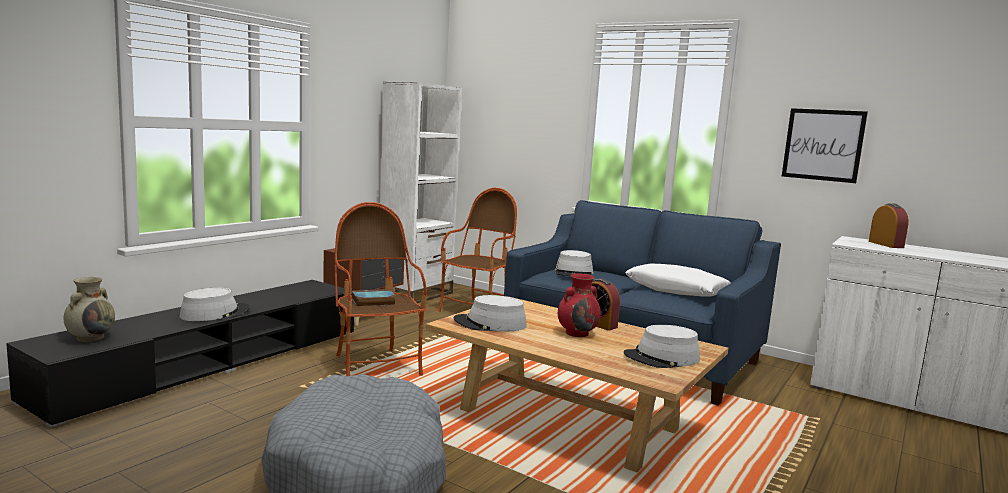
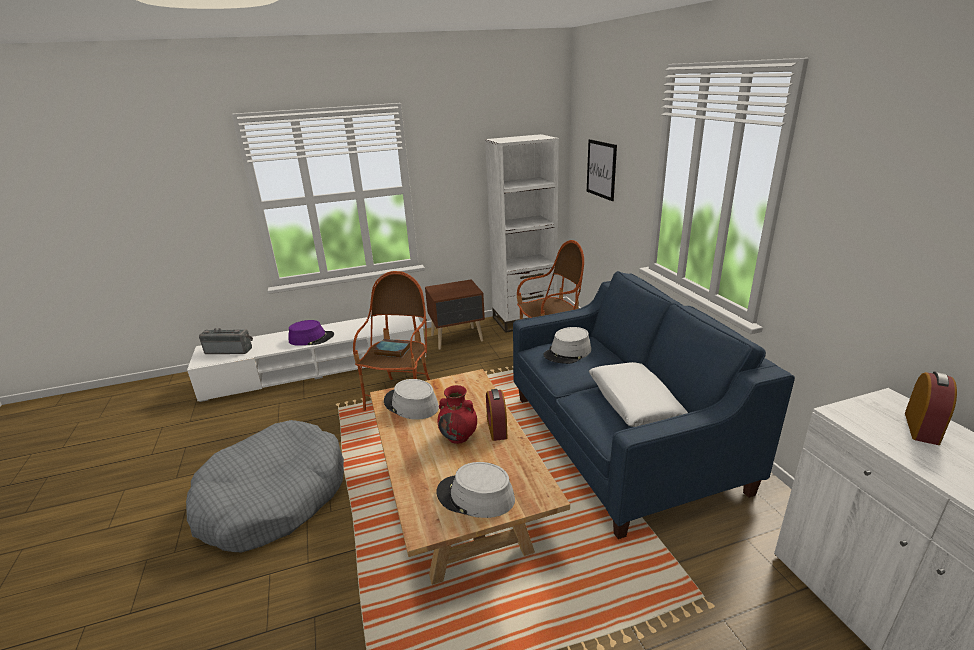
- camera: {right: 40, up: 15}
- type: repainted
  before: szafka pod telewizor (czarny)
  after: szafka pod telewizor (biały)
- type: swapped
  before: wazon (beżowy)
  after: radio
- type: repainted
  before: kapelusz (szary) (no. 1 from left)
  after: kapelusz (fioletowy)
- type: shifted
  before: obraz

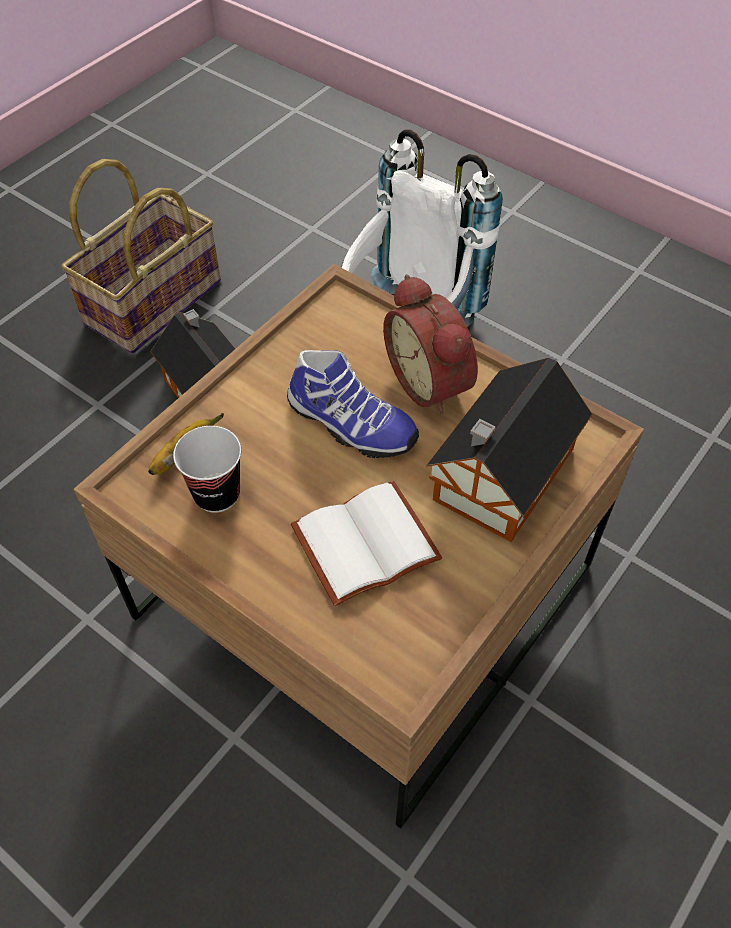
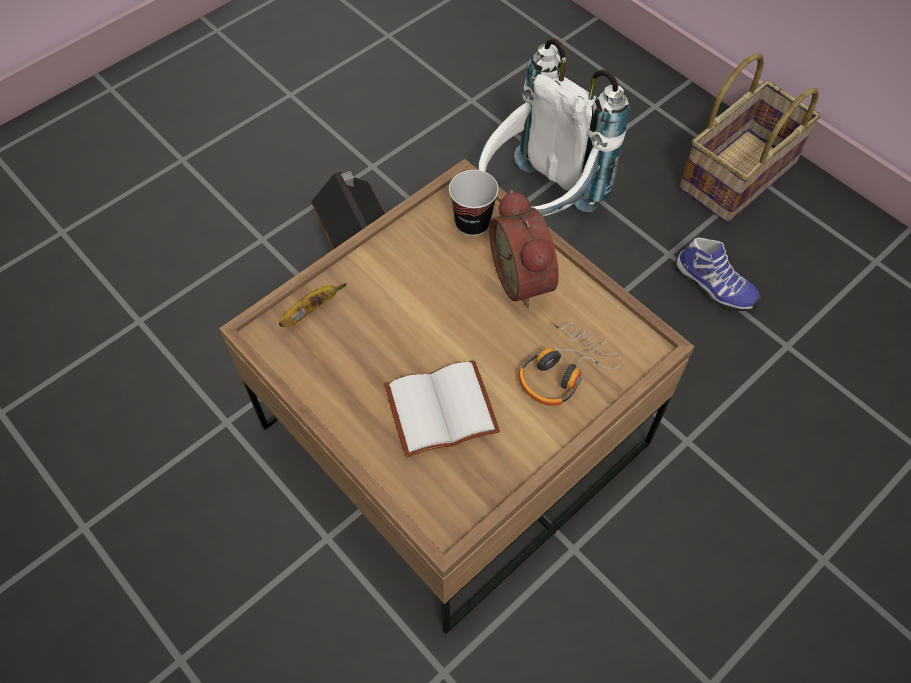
- camera: {right: 10, up: 5}
- type: shifted
  before: koszyk
- type: shifted
  before: filiżanka
- type: shifted
  before: but
- type: swapped
  before: domek (no. 2 from left)
  after: słuchawki

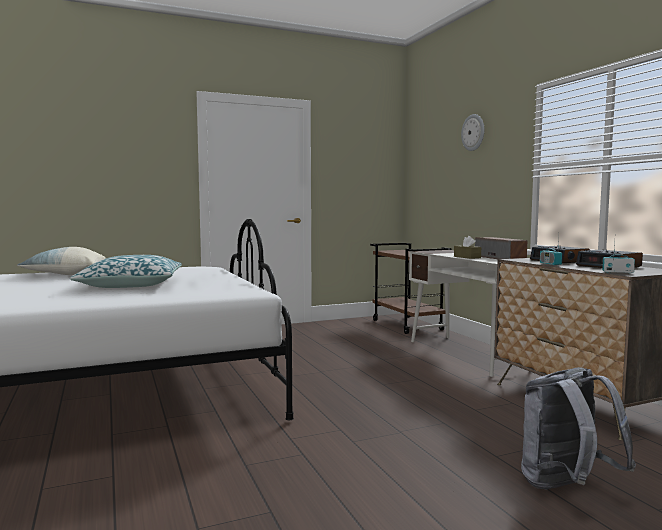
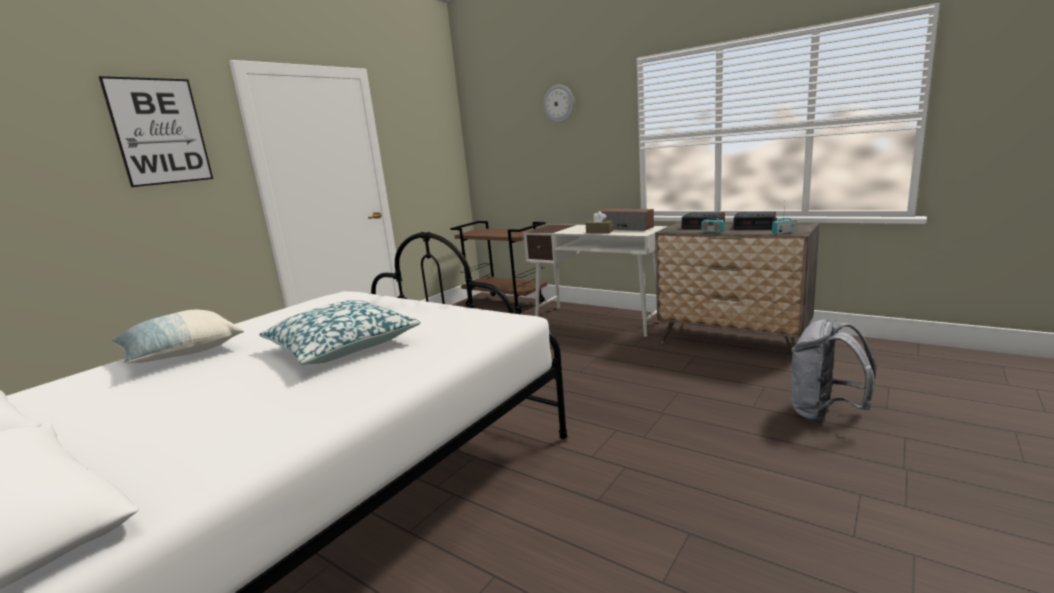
- camera: {right: -30, up: 10}
- type: new
  after: obraz

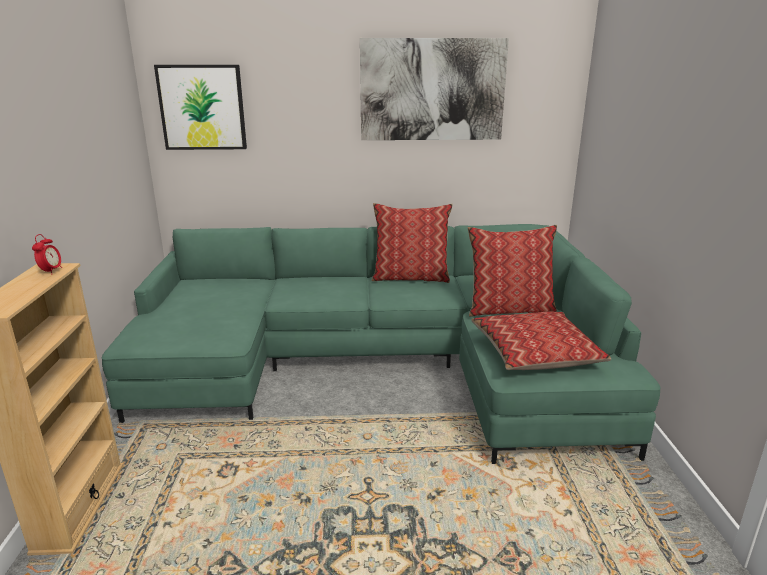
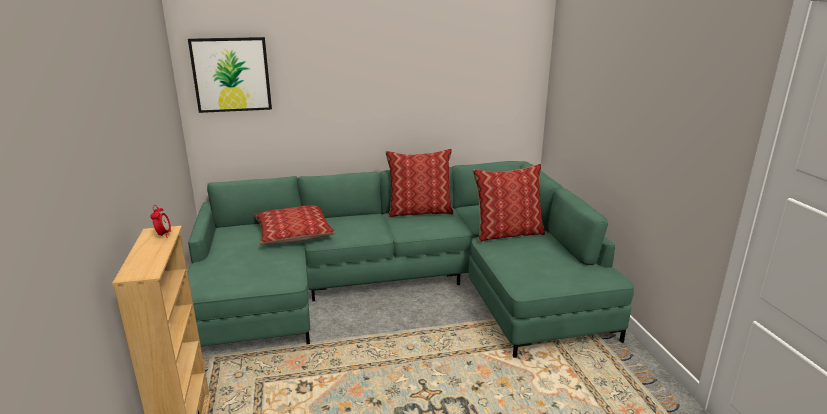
- camera: {right: -10, up: 0}
- type: gone
  before: obraz (no. 2 from left)
- type: shifted
  before: poduszka (no. 3 from left in the first image)
  after: poduszka (no. 1 from left)

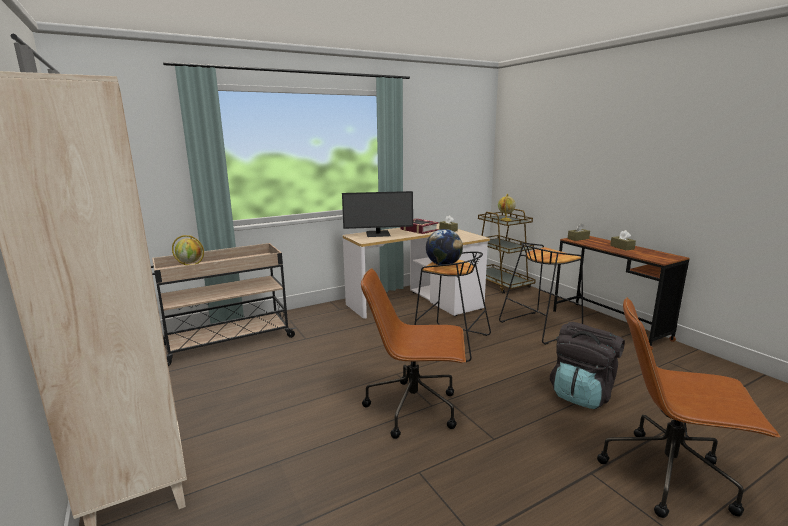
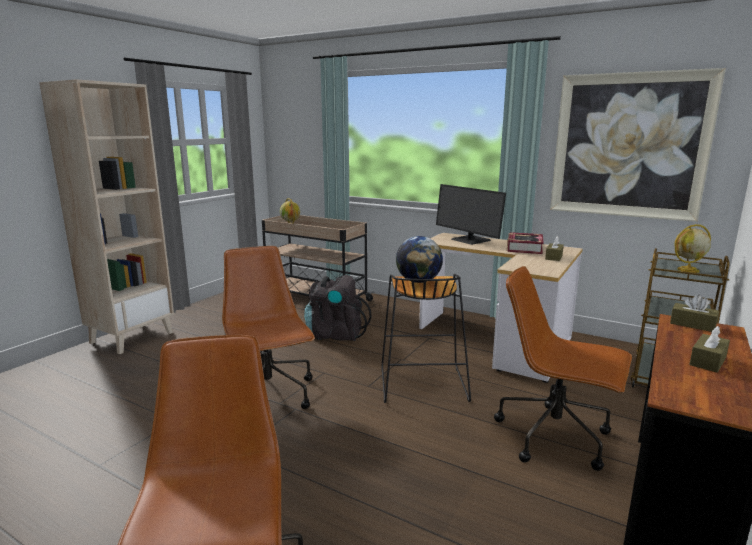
- camera: {right: 60, up: 0}
- type: swapped
  before: stołek (czarny) (no. 2 from left)
  after: krzesło biurowe (brązowy) (no. 3 from left)
- type: shifted
  before: plecak (czarny)
- type: new
  after: obraz

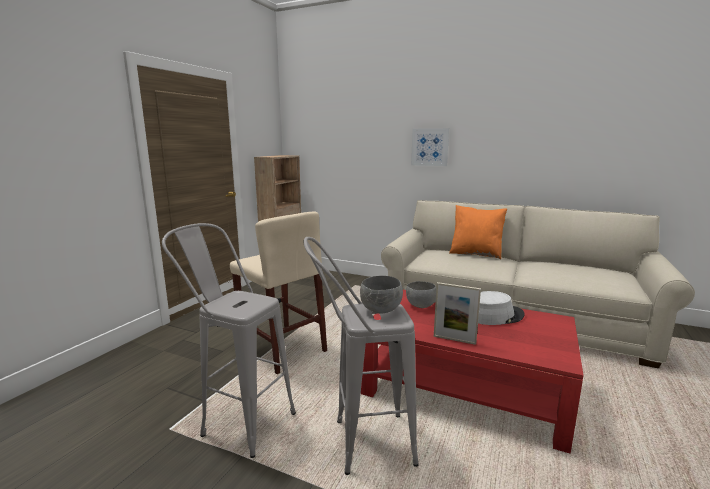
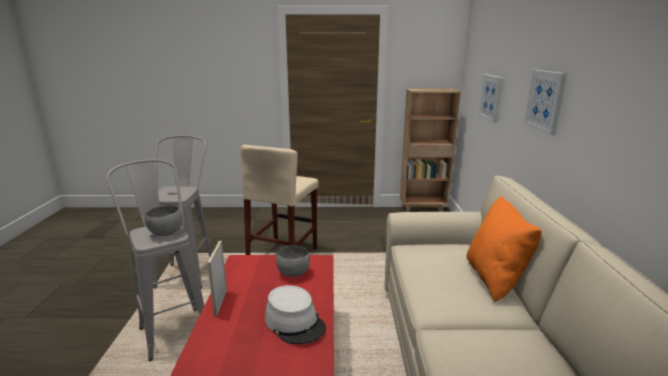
- camera: {right: 65, up: 5}
- type: new
  after: obraz (no. 1 from left)

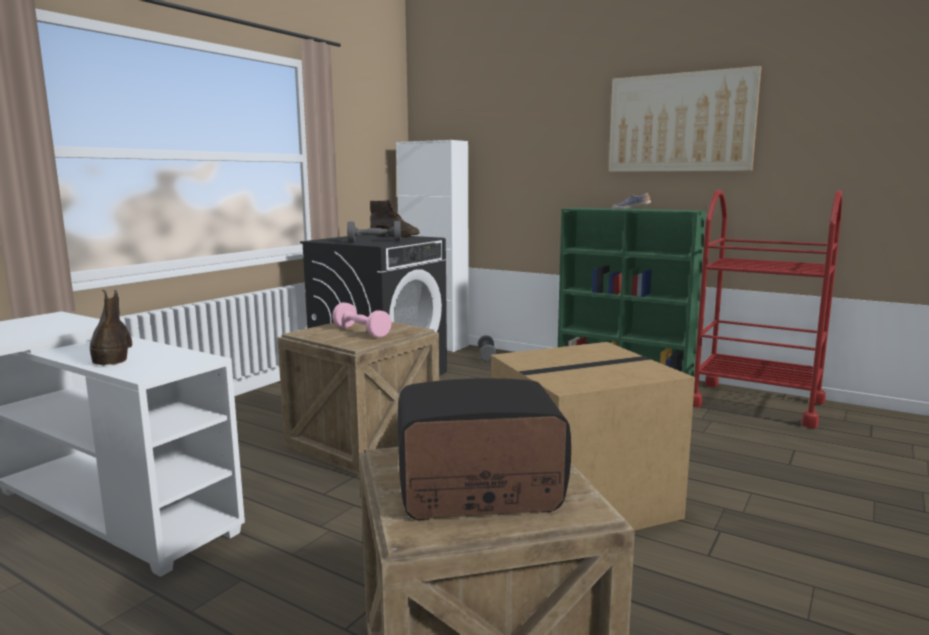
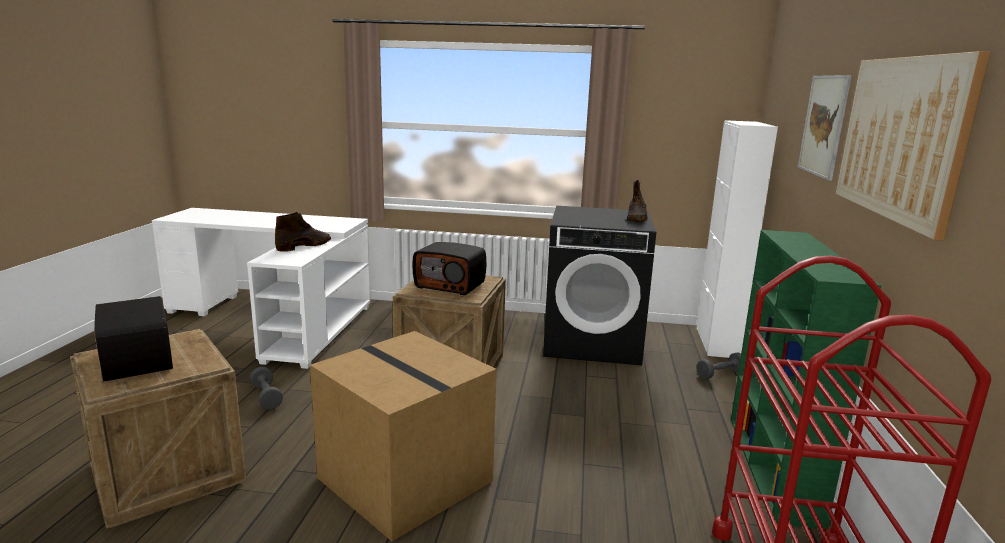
- camera: {right: 65, up: 5}
- type: swapped
  before: hantel (różowy)
  after: radio (no. 2 from left)
- type: shifted
  before: hantel (szary) (no. 1 from left)
- type: gone
  before: but
- type: new
  after: obraz (no. 1 from left)

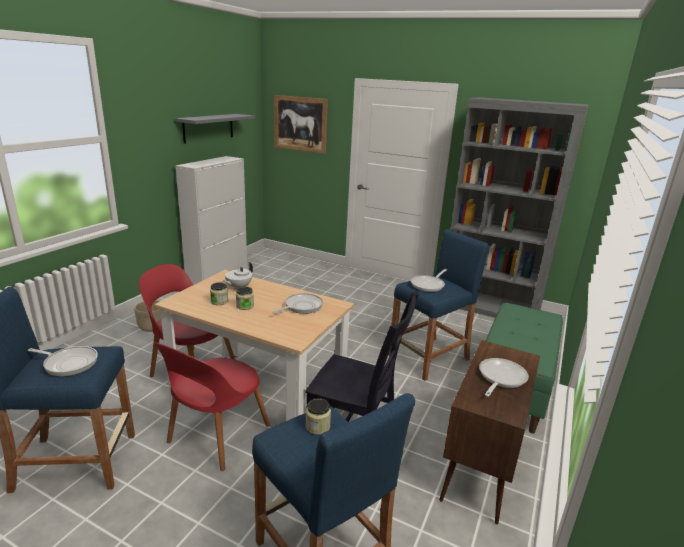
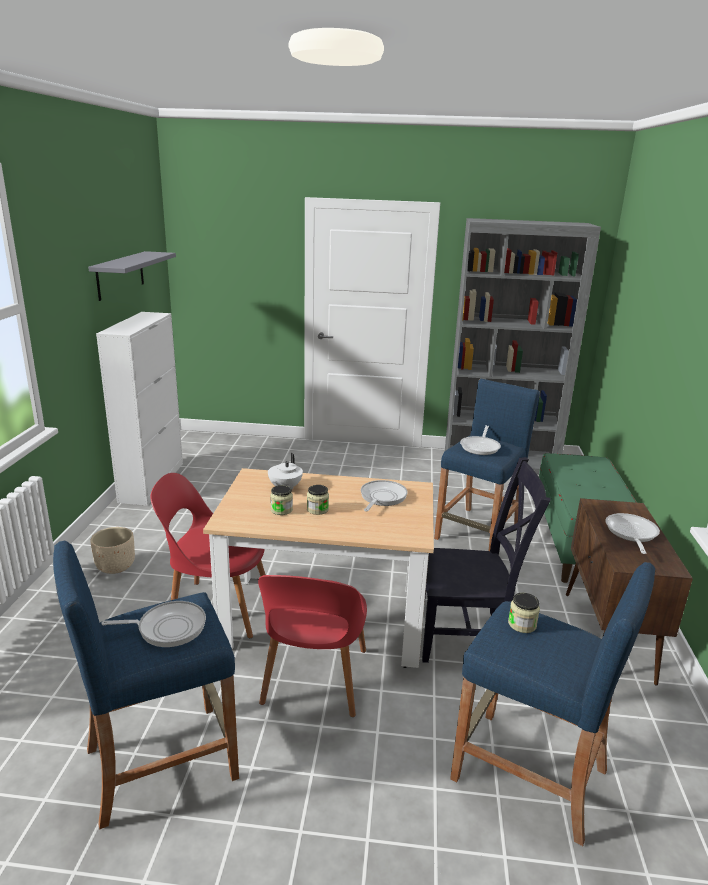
- camera: {right: -20, up: 0}
- type: gone
  before: obraz

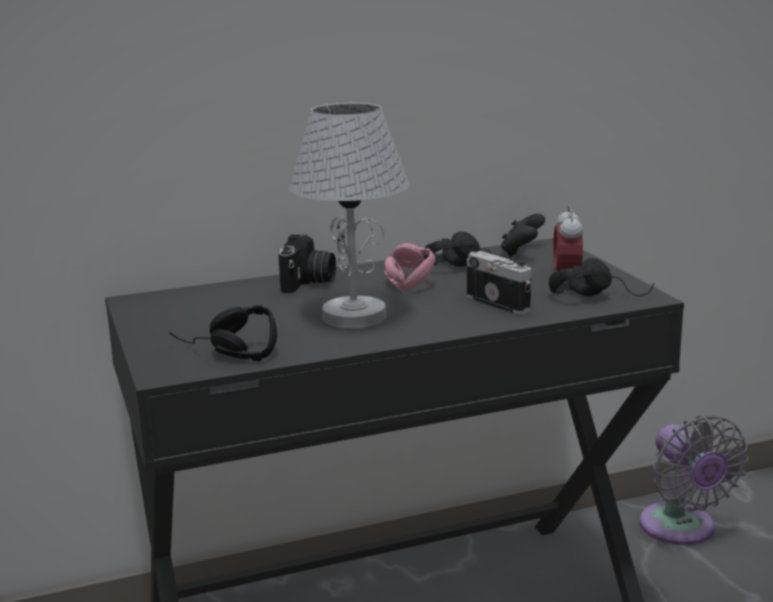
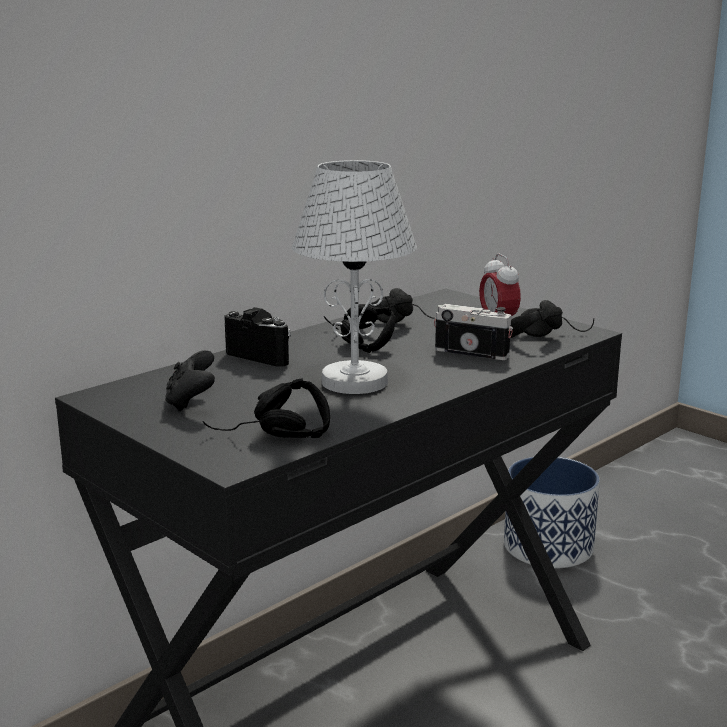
- camera: {right: -25, up: 0}
- type: rotated
  before: aparat fotograficzny (no. 1 from left)
  turn: -45
- type: repainted
  before: słuchawki (różowy)
  after: słuchawki (czarny) (no. 2 from left)
- type: shifted
  before: pad do gier (czarny)
- type: swapped
  before: wentylator (szary)
  after: donica

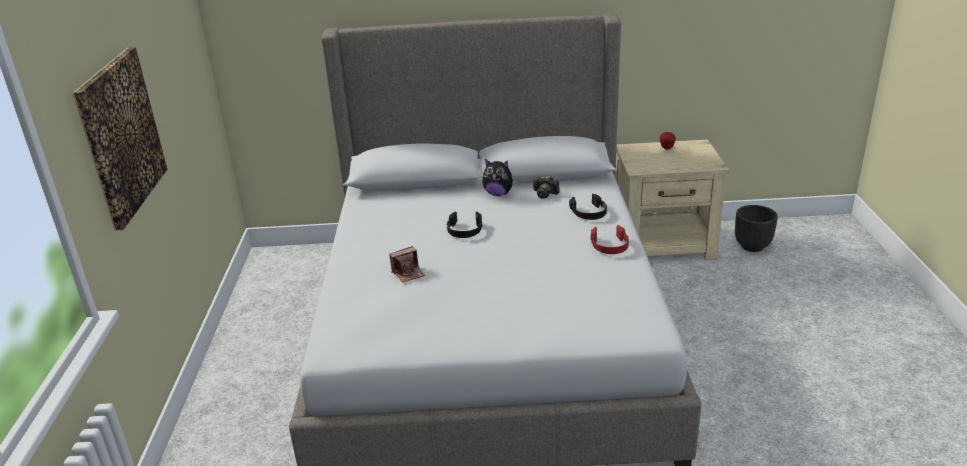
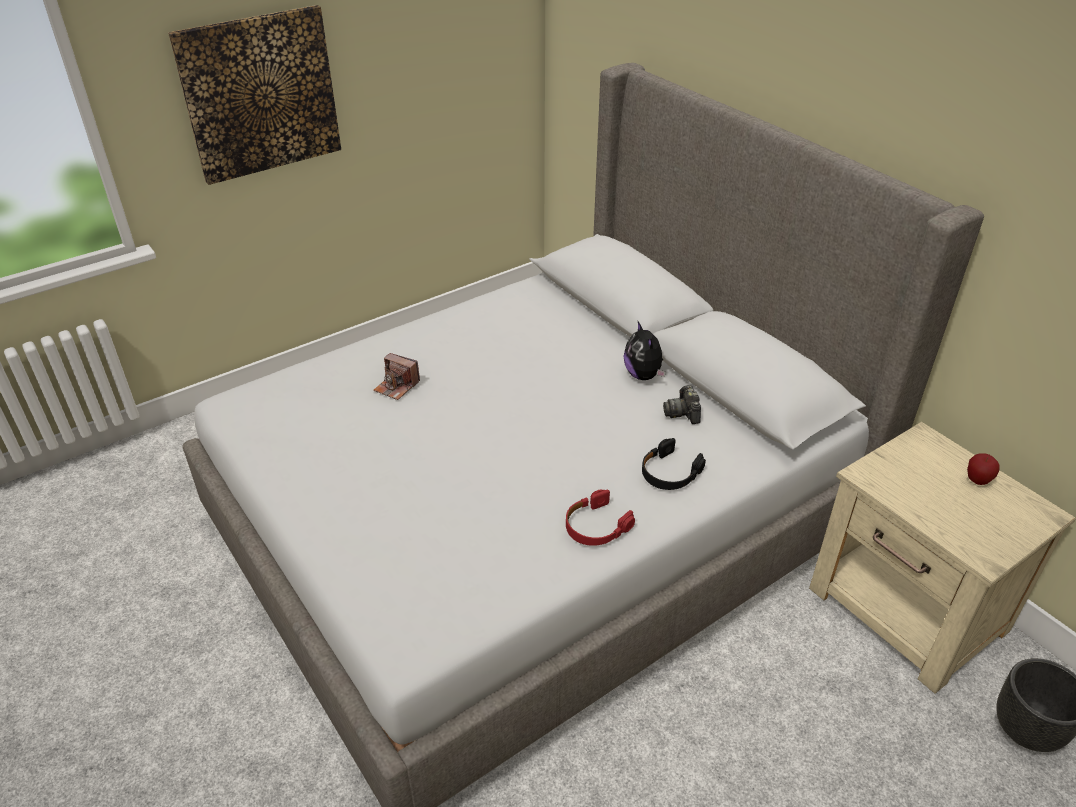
- camera: {right: 55, up: 10}
- type: gone
  before: słuchawki (czarny) (no. 1 from left)

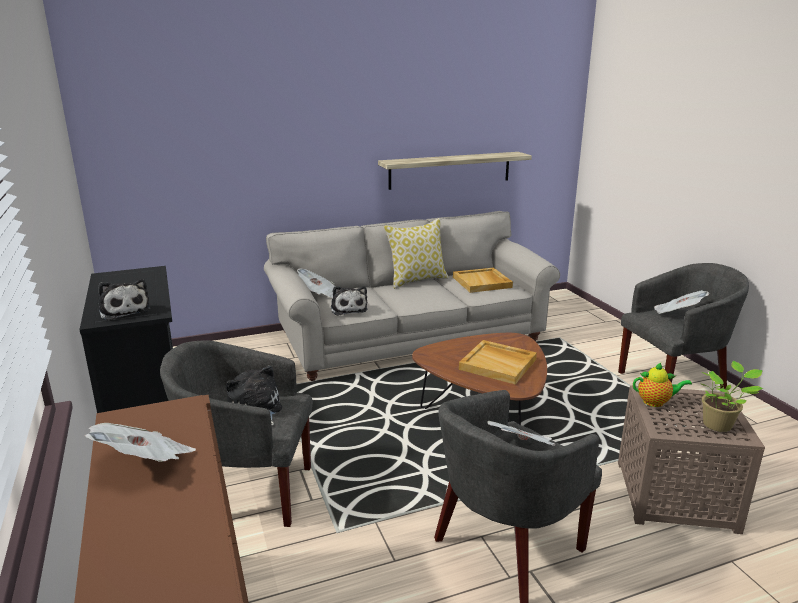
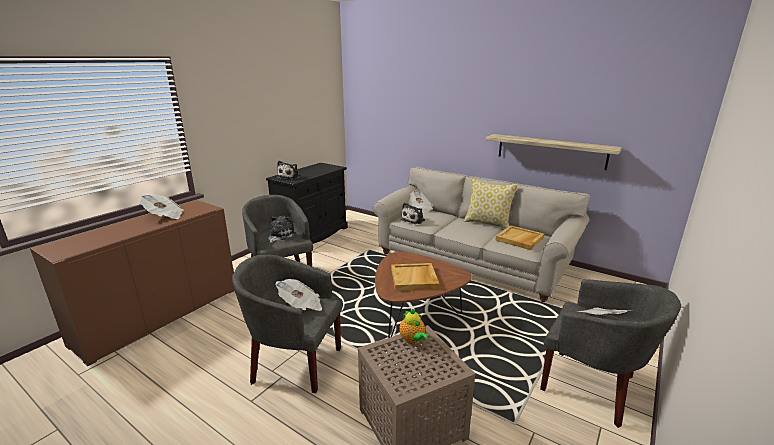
- camera: {right: 55, up: 0}
- type: gone
  before: roślina doniczkowa

